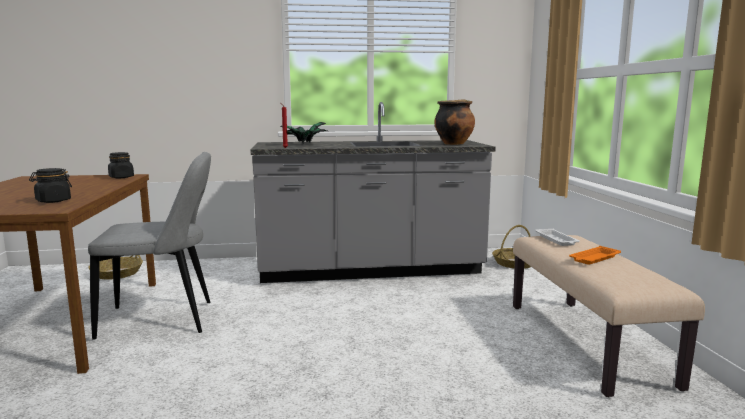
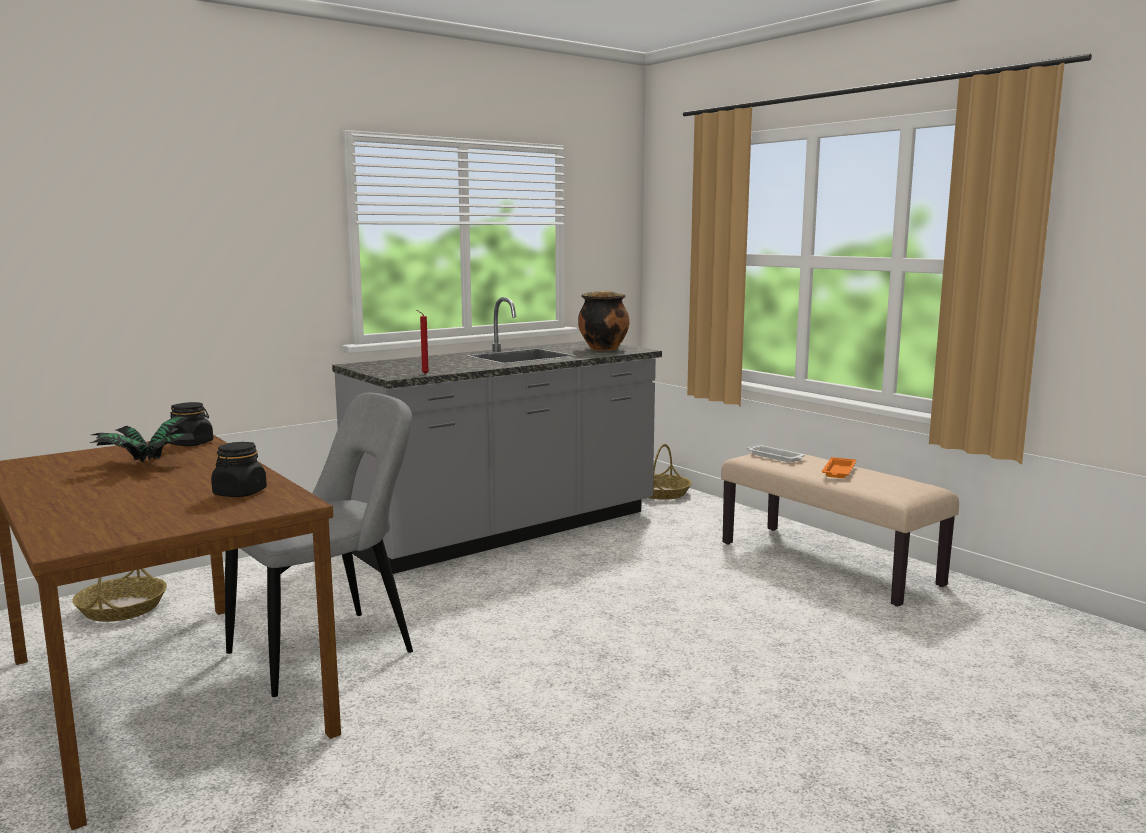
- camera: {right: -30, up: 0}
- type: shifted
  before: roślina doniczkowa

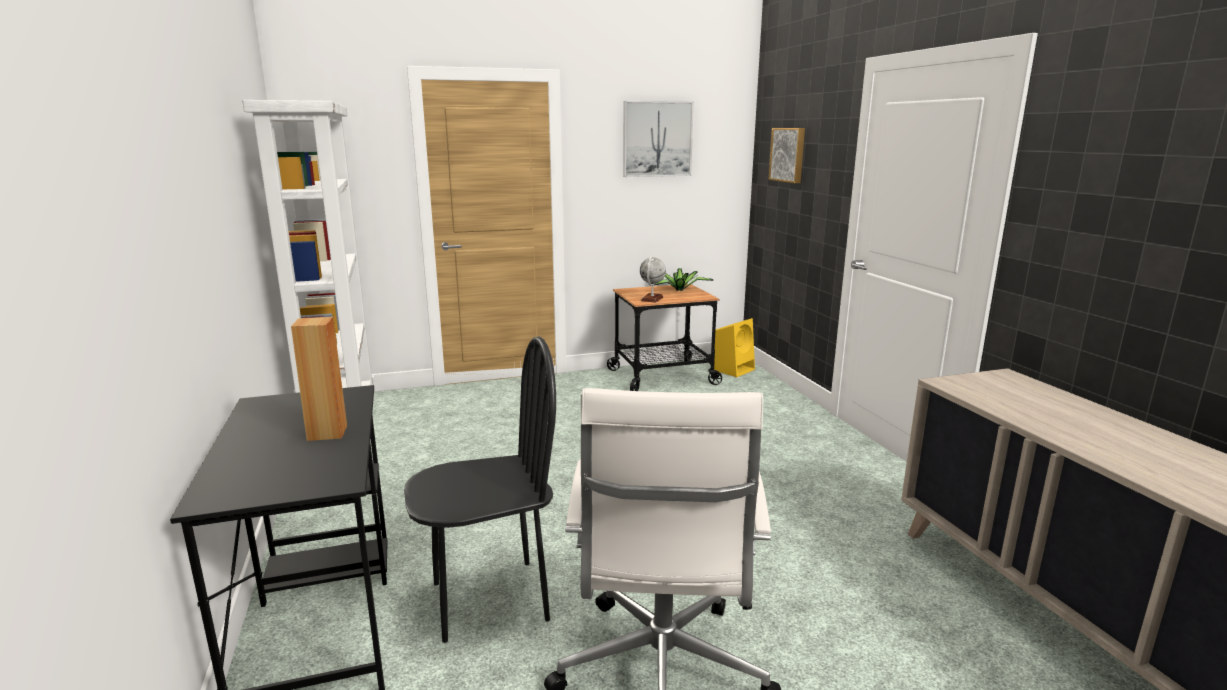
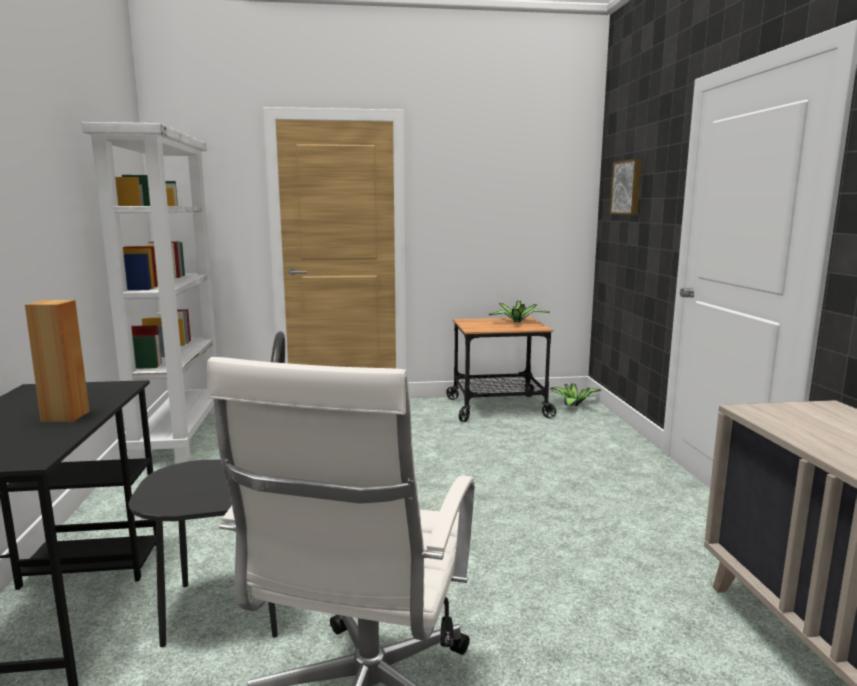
- camera: {right: 10, up: -5}
- type: gone
  before: obraz (no. 1 from left)
- type: gone
  before: globus
- type: swapped
  before: głośnik (żółty)
  after: roślina doniczkowa (no. 2 from left)

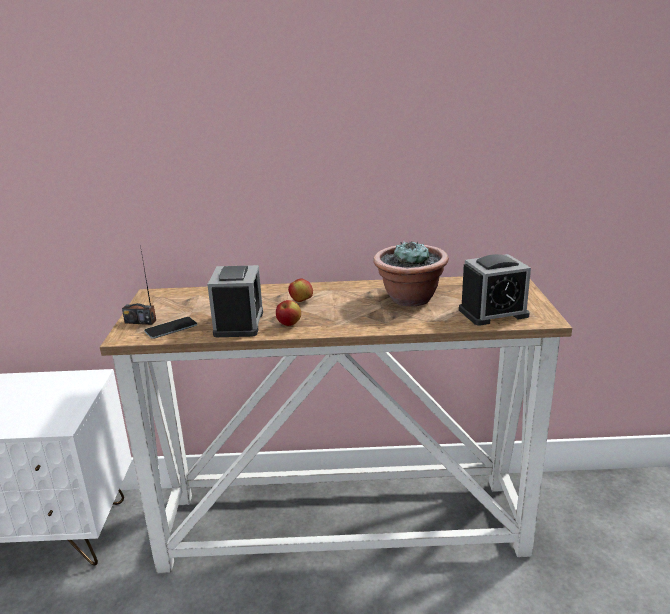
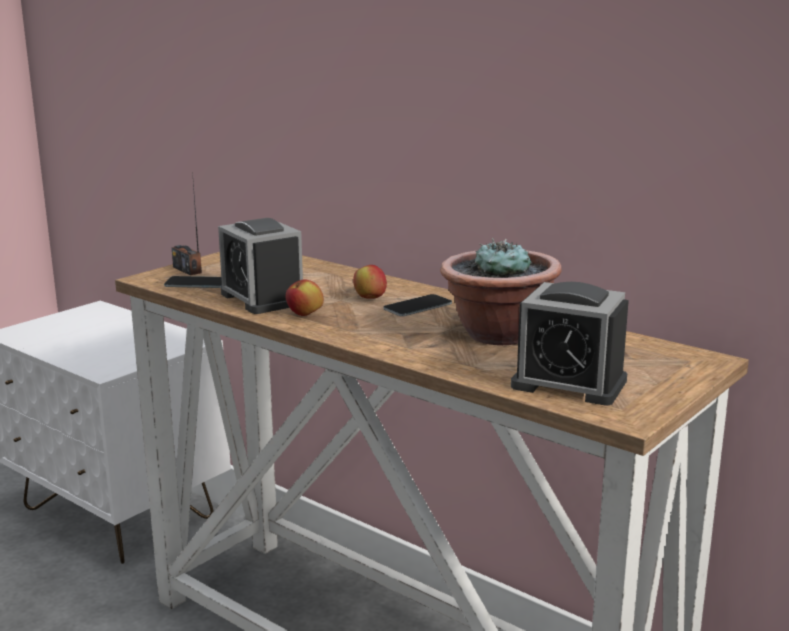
- camera: {right: 40, up: -5}
- type: rotated
  before: budzik (no. 1 from left)
  turn: 105
- type: new
  after: telefon (no. 2 from left)

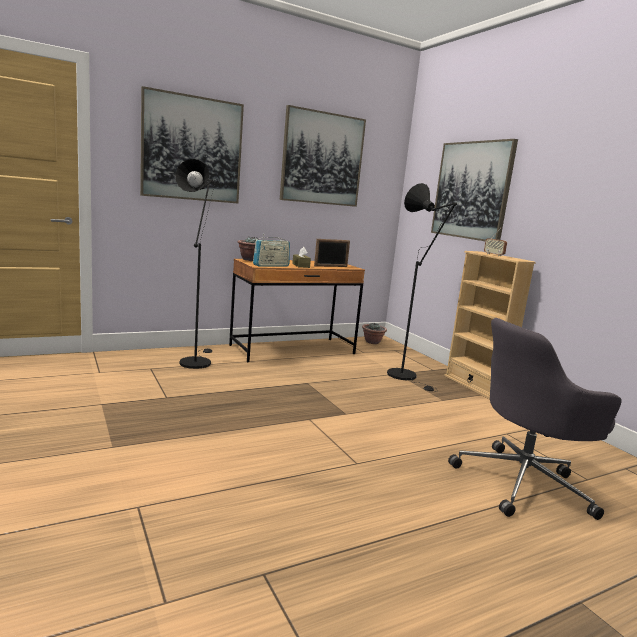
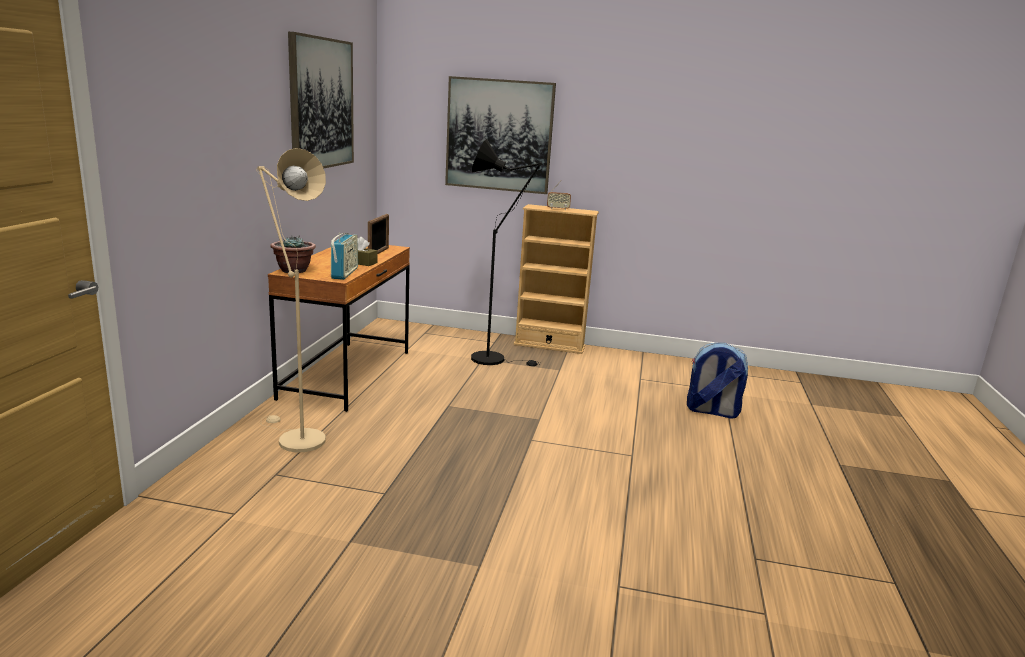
- camera: {right: -50, up: 5}
- type: gone
  before: obraz (no. 1 from left)
- type: repainted
  before: lampa stojąca (czarny) (no. 1 from left)
  after: lampa stojąca (beżowy)
- type: gone
  before: roślina doniczkowa (no. 2 from left)
- type: swapped
  before: krzesło biurowe (szary)
  after: plecak

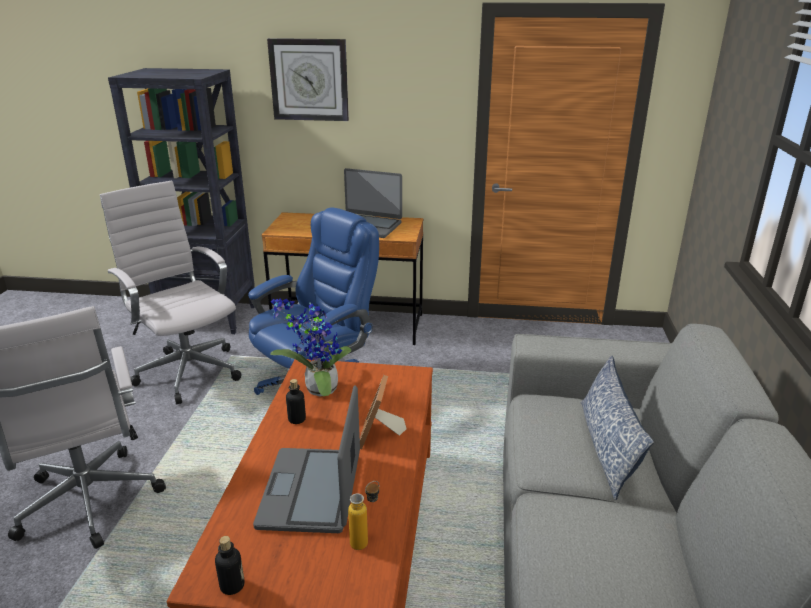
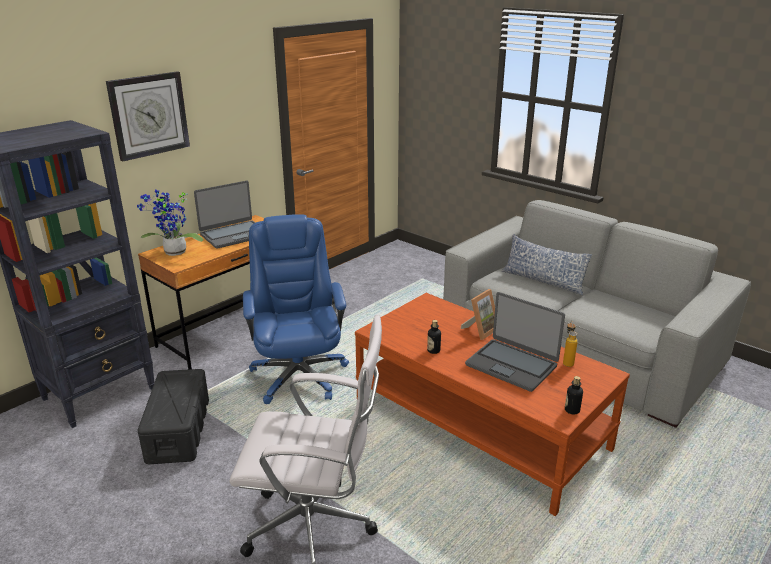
- camera: {right: -55, up: 0}
- type: swapped
  before: krzesło biurowe (biały) (no. 2 from left)
  after: pojemnik do przechowywania (czarny)
- type: shifted
  before: roślina doniczkowa
- type: rotated
  before: ramka na zdjęcie
  turn: -90

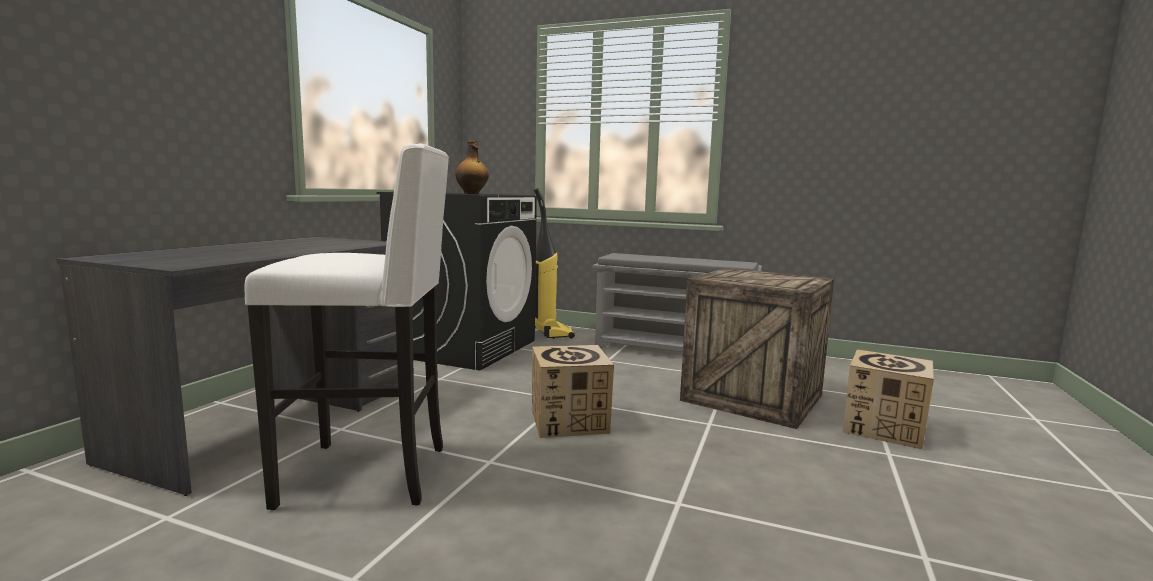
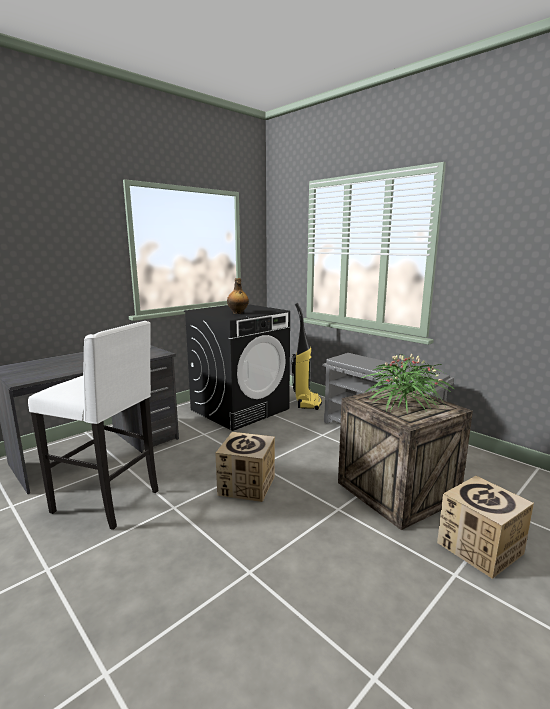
- camera: {right: 25, up: 5}
- type: new
  after: roślina doniczkowa

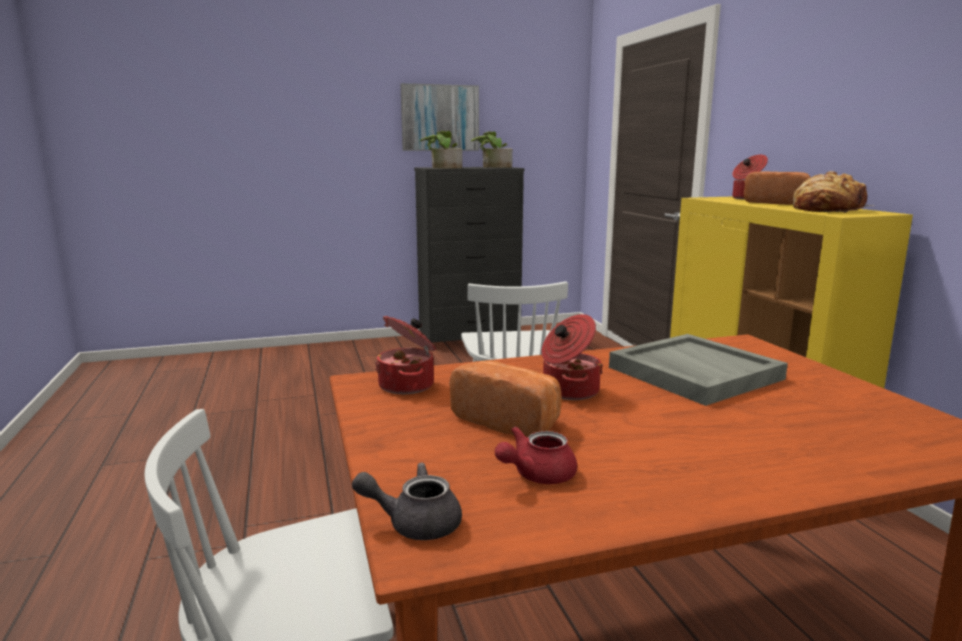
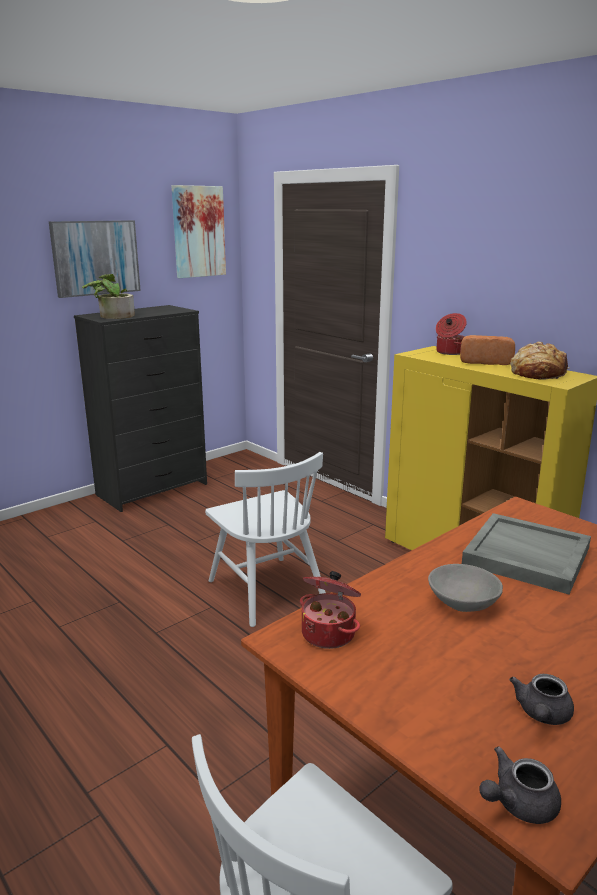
- camera: {right: -25, up: 5}
- type: gone
  before: chleb (no. 1 from left)
- type: gone
  before: roślina doniczkowa (no. 2 from left)
- type: repainted
  before: imbryk (czerwony)
  after: imbryk (szary) (no. 2 from left)
- type: swapped
  before: garnek (no. 2 from left)
  after: miska (szary)
- type: new
  after: obraz (no. 2 from left)

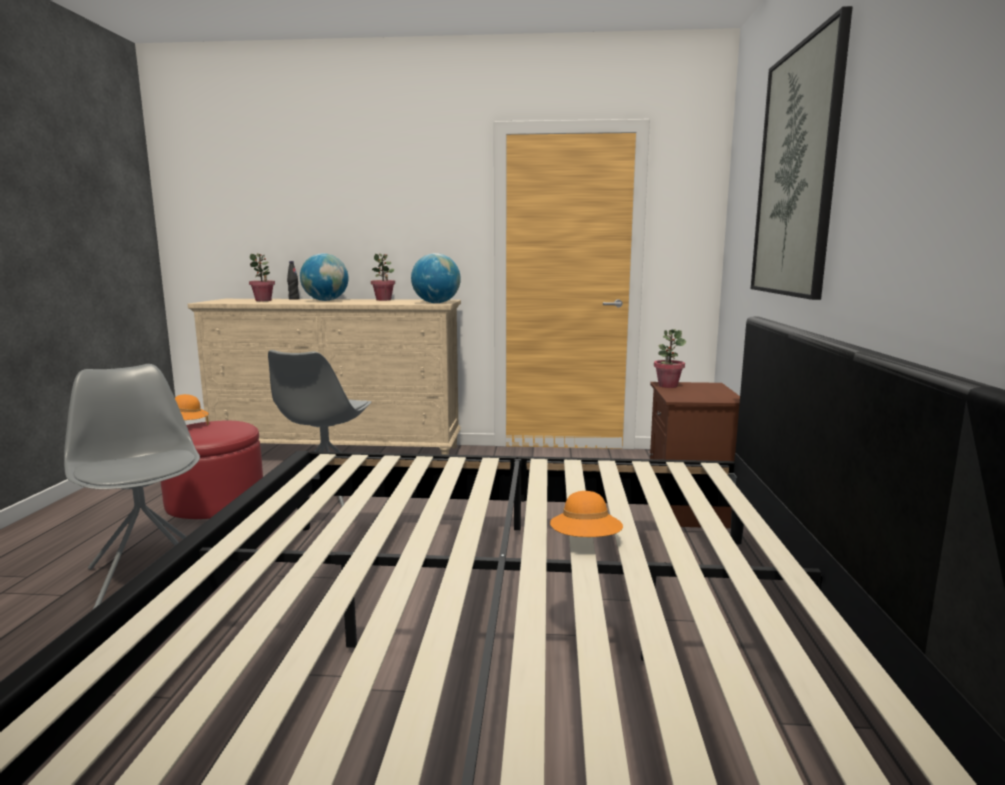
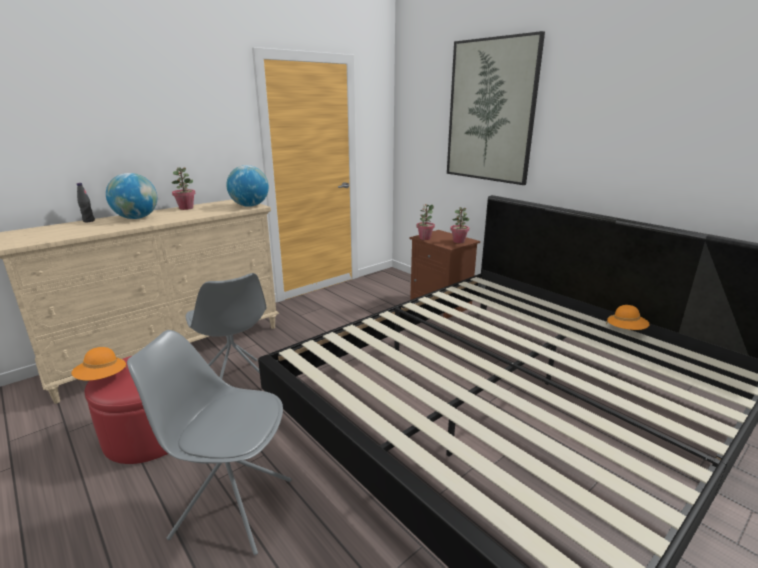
- camera: {right: -45, up: 10}
- type: shifted
  before: roślina doniczkowa (no. 1 from left in the first image)
  after: roślina doniczkowa (no. 3 from left)
- type: shifted
  before: kapelusz (pomarańczowy) (no. 2 from left)

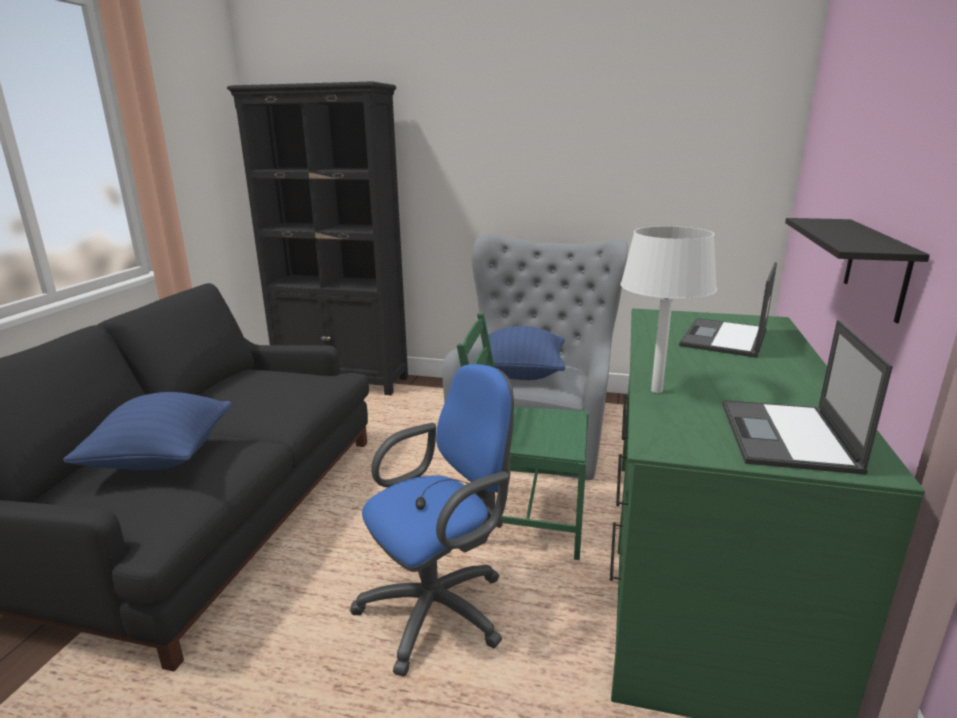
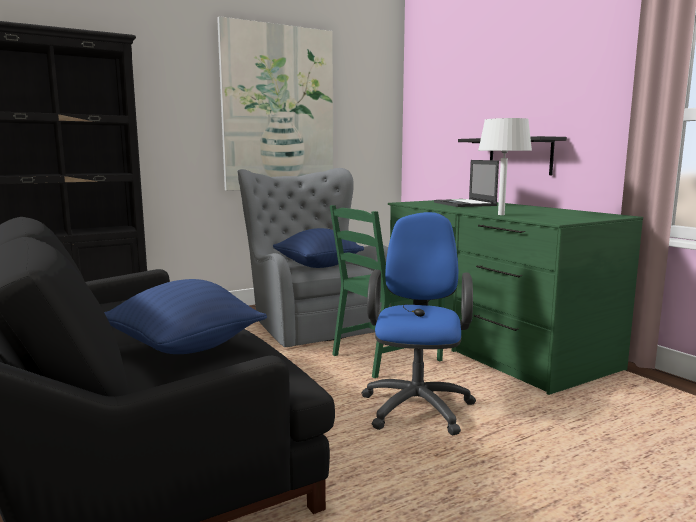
- camera: {right: -45, up: -10}
- type: gone
  before: laptop (no. 2 from left)
- type: new
  after: obraz

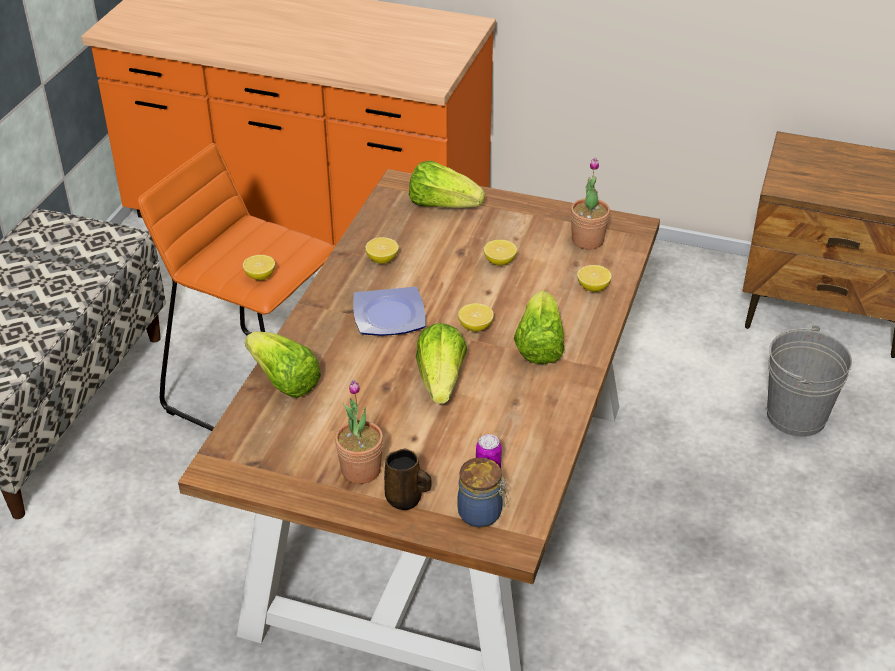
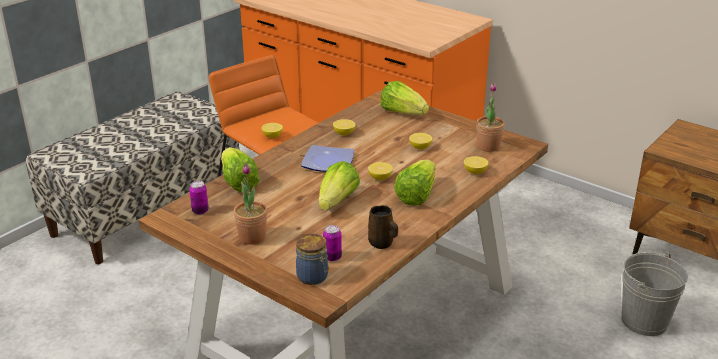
- camera: {right: 20, up: -10}
- type: shifted
  before: kubek (brązowy)
- type: new
  after: puszka (no. 1 from left)

